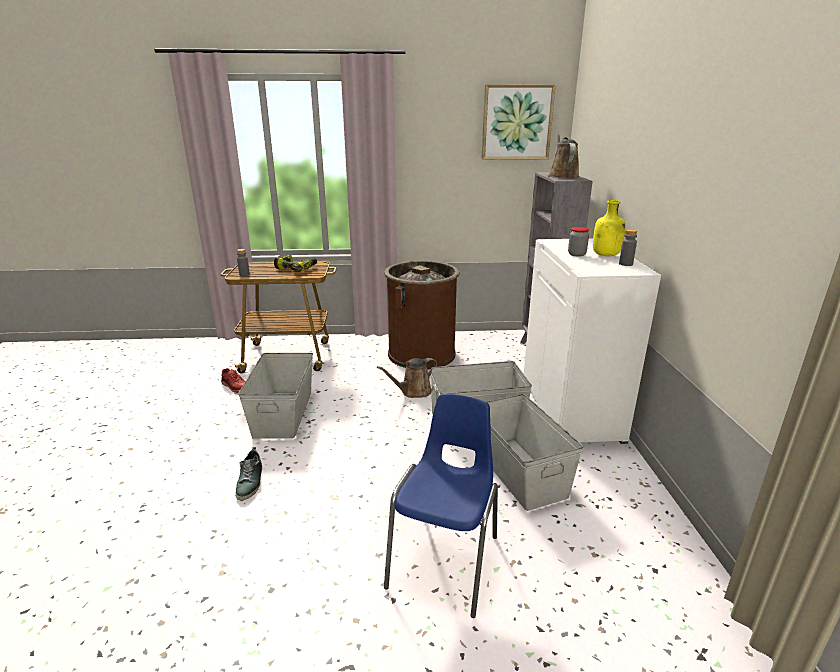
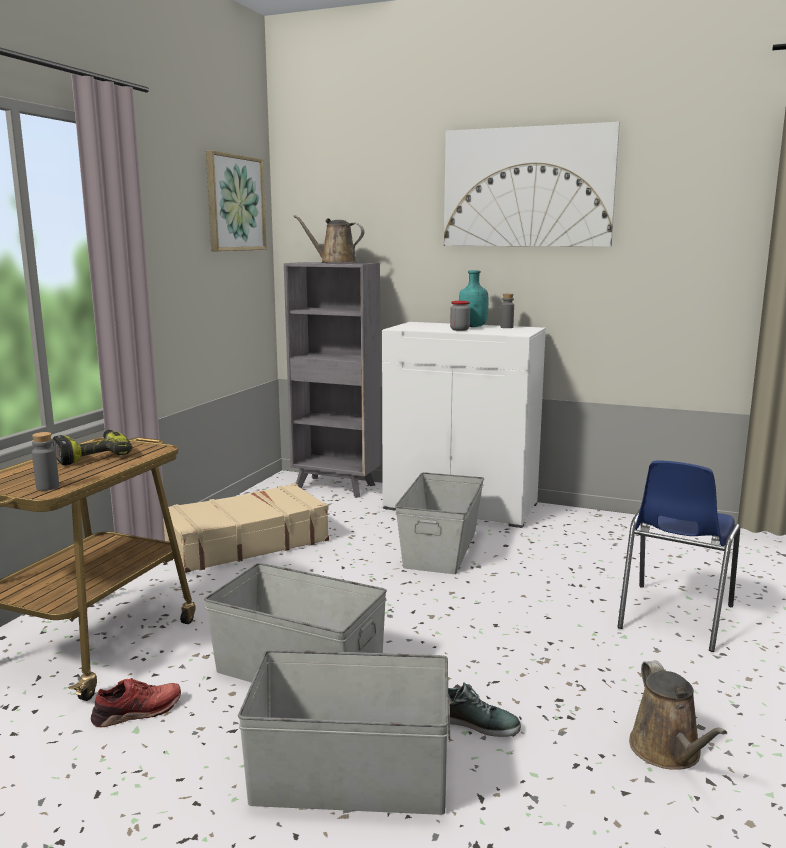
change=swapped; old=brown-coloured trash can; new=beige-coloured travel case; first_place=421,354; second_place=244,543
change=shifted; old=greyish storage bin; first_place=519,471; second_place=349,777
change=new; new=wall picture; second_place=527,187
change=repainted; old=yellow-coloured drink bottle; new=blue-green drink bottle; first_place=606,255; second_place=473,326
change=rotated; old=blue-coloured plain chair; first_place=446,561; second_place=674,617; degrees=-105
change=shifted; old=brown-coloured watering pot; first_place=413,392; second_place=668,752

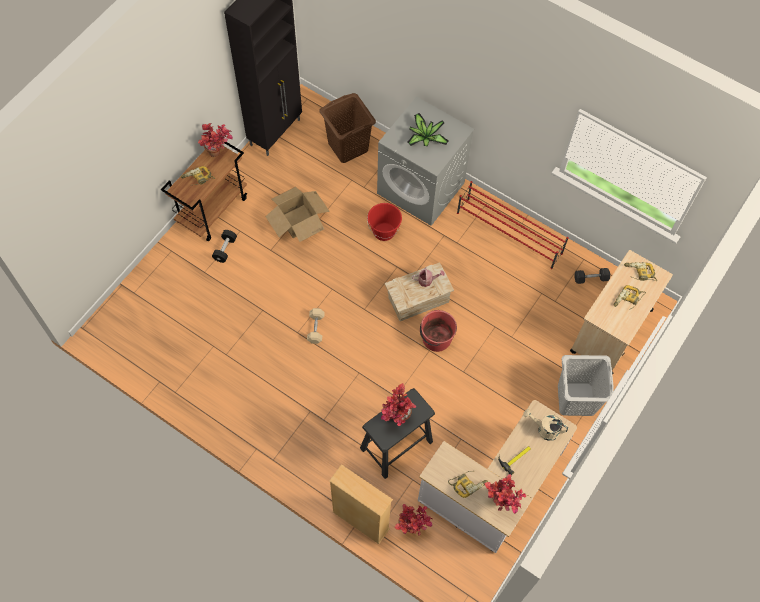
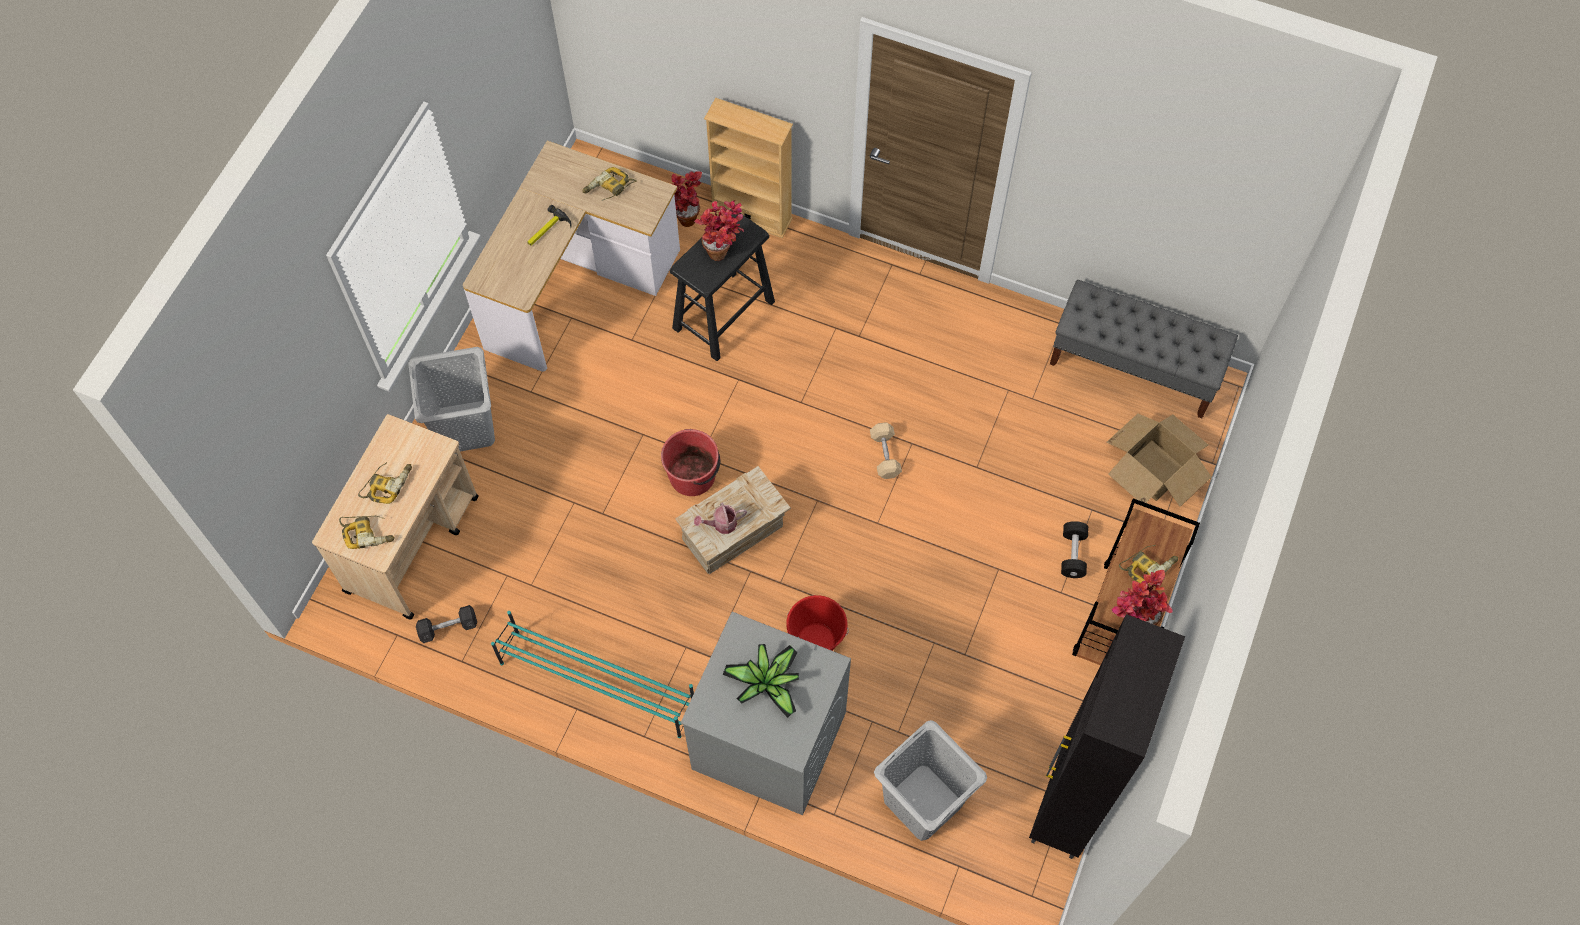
change=repainted; old=red shoe rack; new=blue-green shoe rack; first_place=509,233; second_place=596,683
change=repainted; old=brown-coloured washing basket; new=greyish washing basket; first_place=348,146; second_place=923,802
change=new; new=greyish bench; second_place=1134,367
change=shifted; old=carton; first_place=298,221; second_place=1153,470
change=gone; old=plant in a pot; first_place=501,503
change=gone; old=beige-coloured watering pot; first_place=544,429

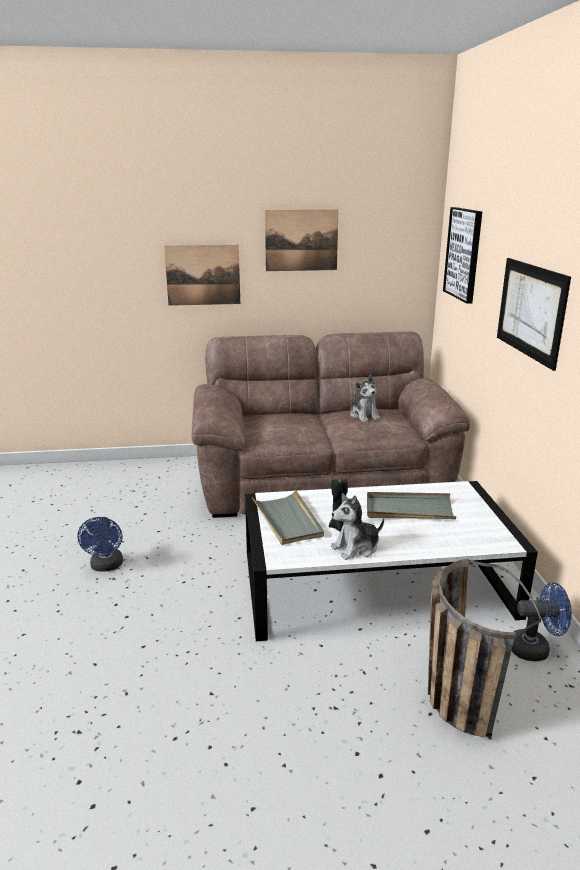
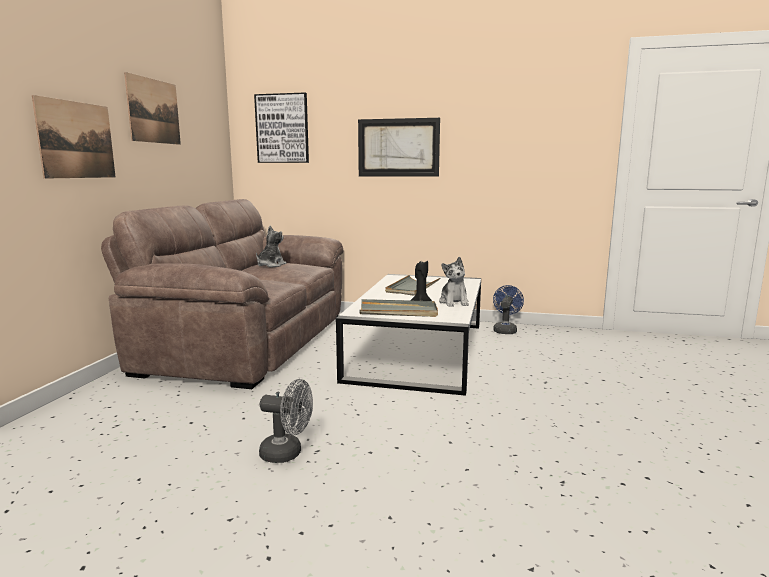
change=rotated; old=soft toy; first_place=364,416; second_place=270,265; degrees=-60
change=repainted; old=blue-coloured cooling fan; new=greyish cooling fan; first_place=106,566; second_place=287,453
change=gone; old=storage basket; first_place=455,690

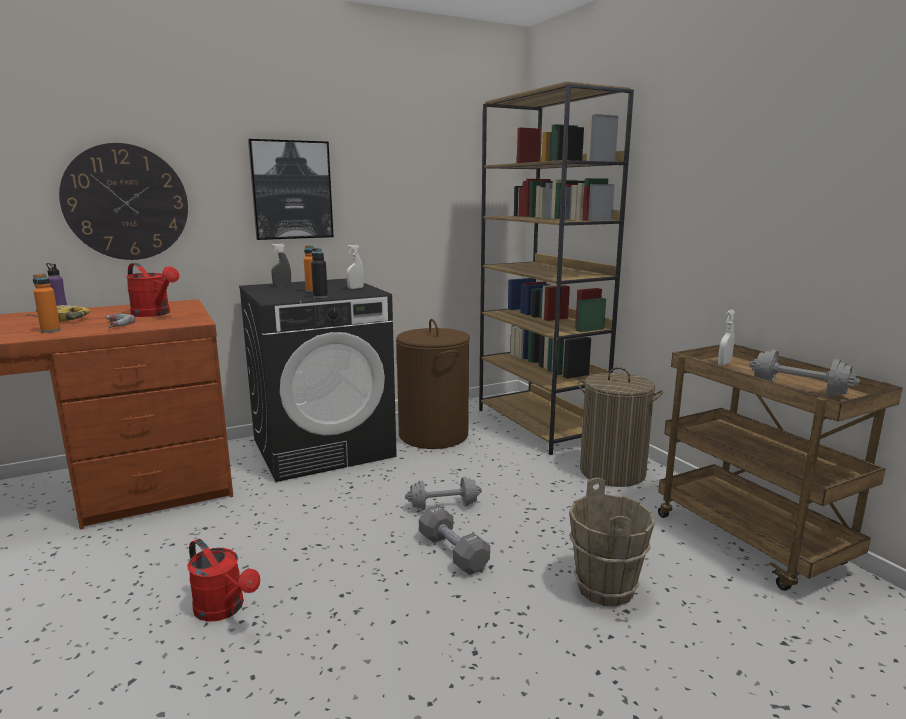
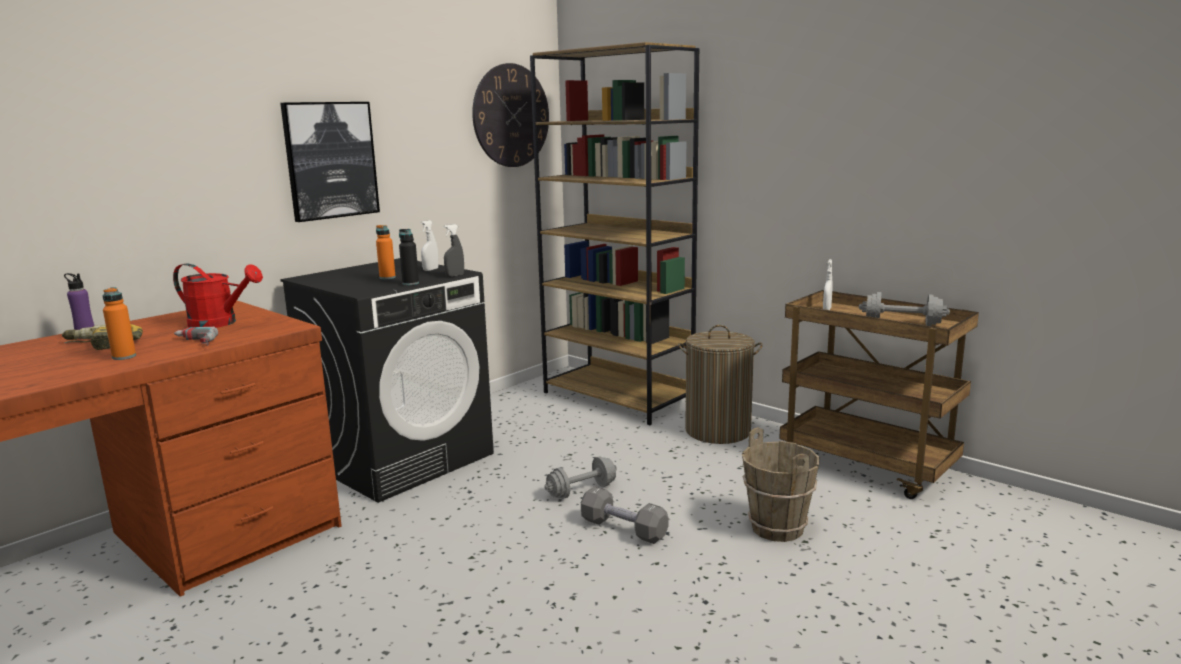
change=shifted; old=greyish sprayer; first_place=282,286; second_place=455,275
change=shifted; old=wall clock; first_place=126,202; second_place=511,116
change=gone; old=red watering pot; first_place=224,609
change=gone; old=brown-coloured washing basket; first_place=434,435

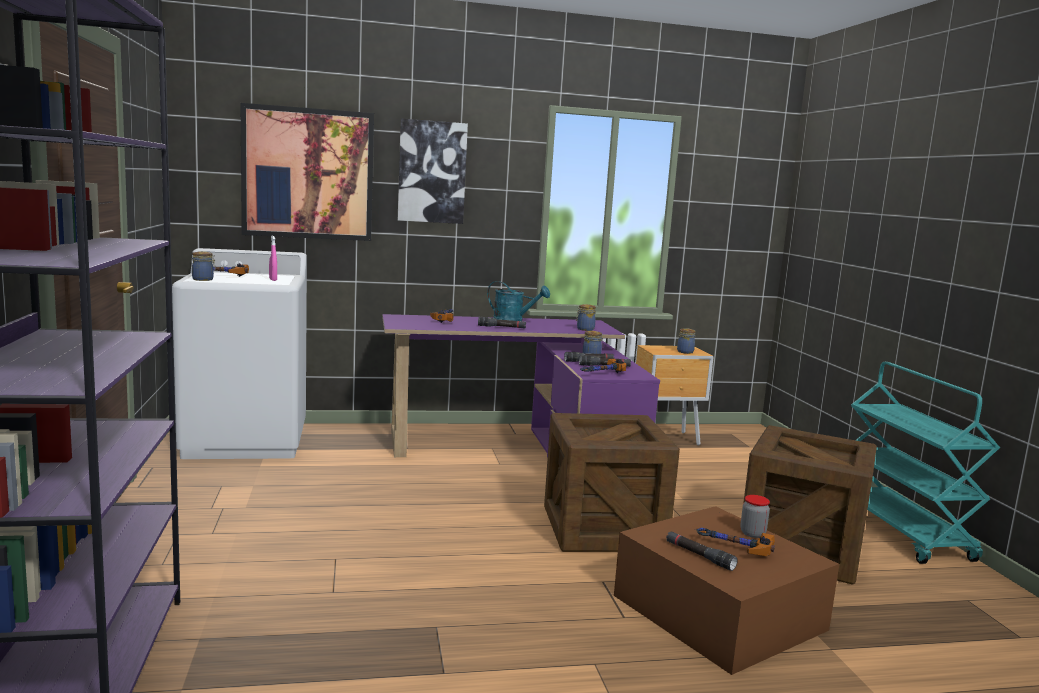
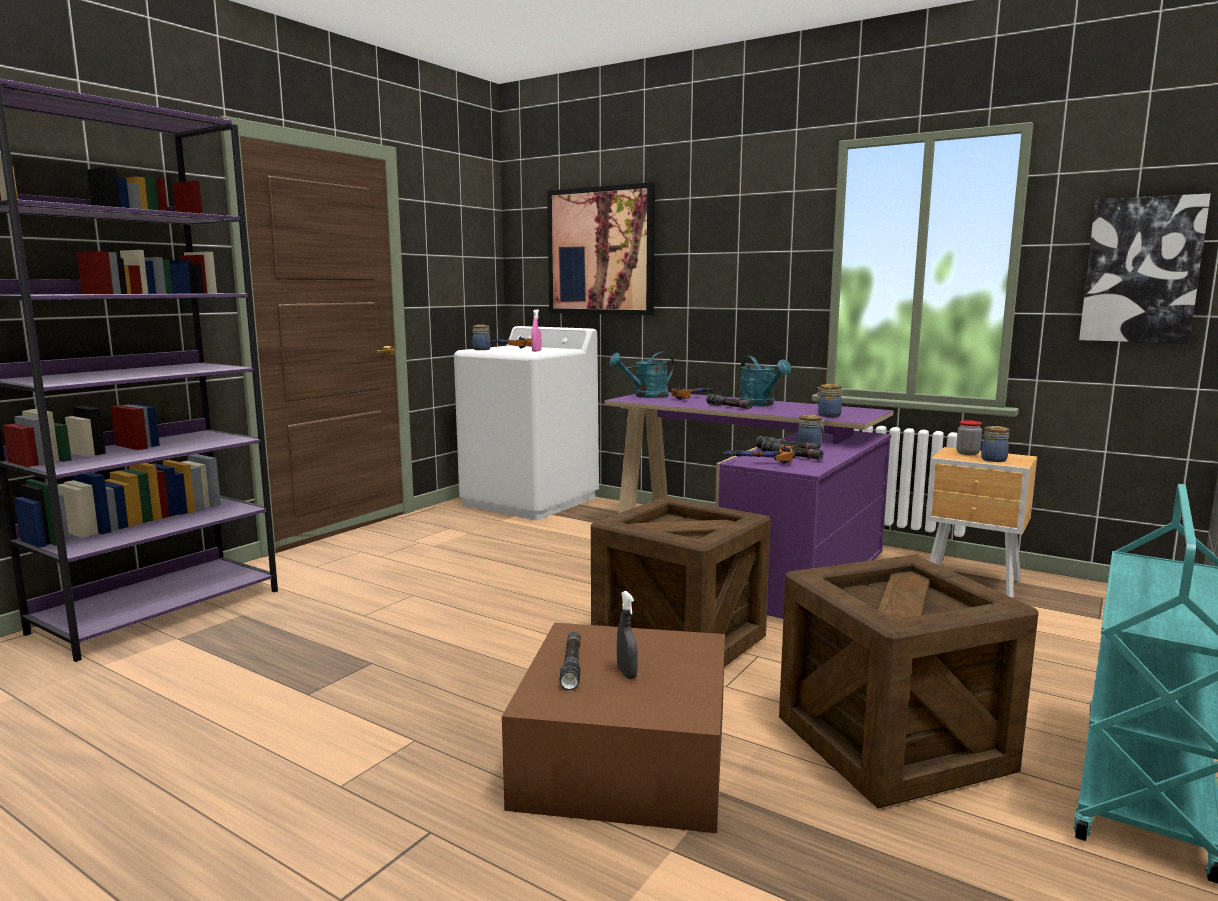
change=new; new=blue-green watering pot; second_place=646,396
change=swapped; old=tool hammer; new=greyish sprayer; first_place=732,548; second_place=626,673
change=shifted; old=preserve jar; first_place=752,533; second_place=967,453
change=shifted; old=wall picture; first_place=432,172; second_place=1141,270

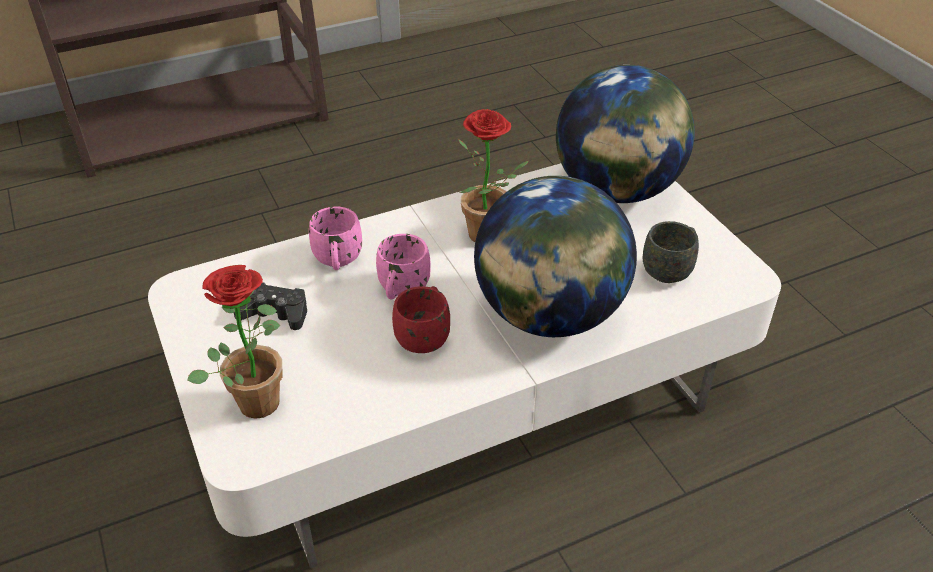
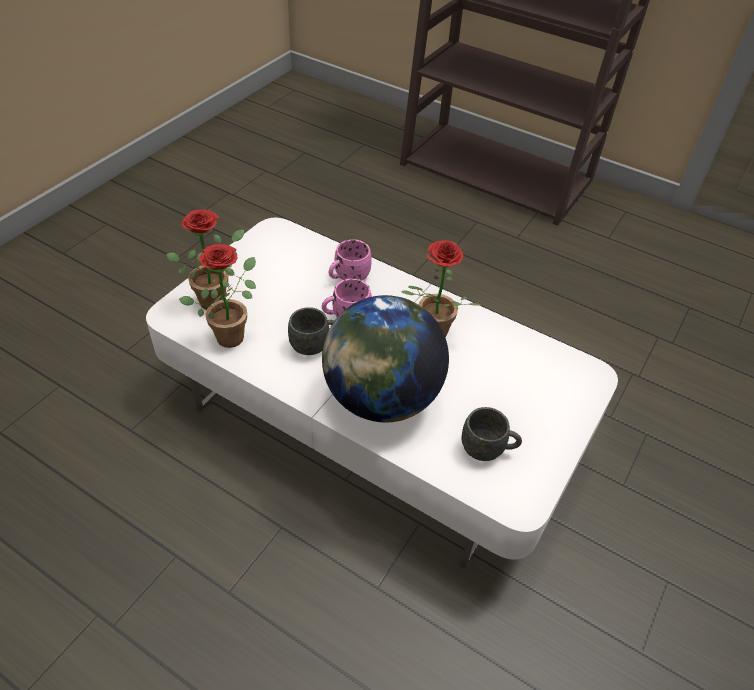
change=new; new=plant in a pot; second_place=232,333
change=repainted; old=red coffee mug; new=greyish coffee mug; first_place=425,335; second_place=315,345
change=gone; old=black-coloured game controller; first_place=275,313
change=gone; old=desk globe; first_place=617,190

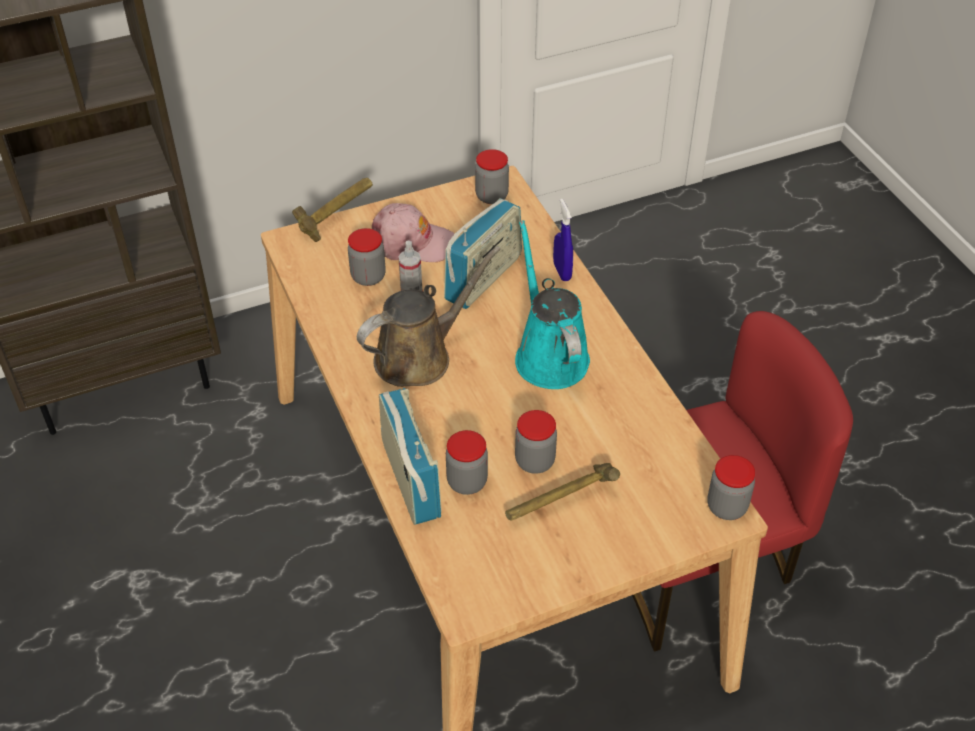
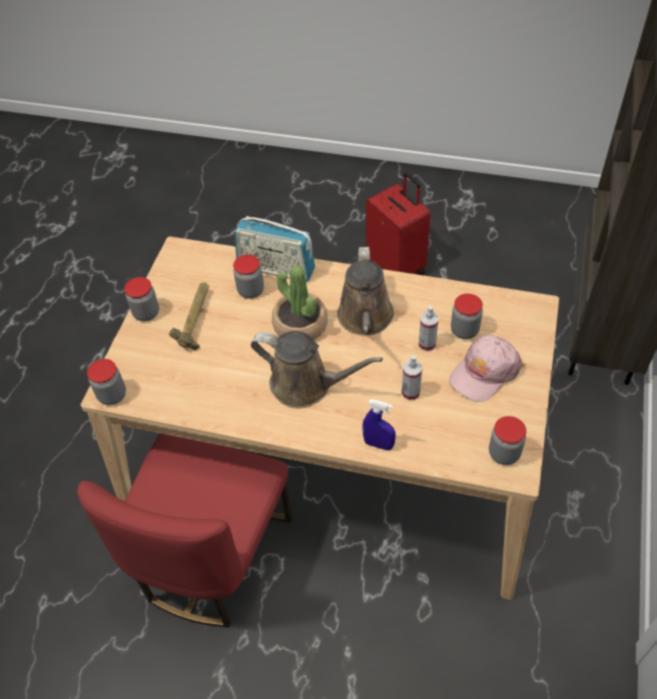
change=shifted; old=preserve jar; first_place=535,461; second_place=146,313
change=repainted; old=blue-green watering pot; new=brown-coloured watering pot; first_place=549,355; second_place=306,385
change=new; new=plant in a pot; second_place=300,325
change=new; new=red travel case; second_place=397,267
change=swapped; old=radio receiver; new=sprayer; first_place=483,278; second_place=410,392
change=gone; old=tool hammer; first_place=337,216

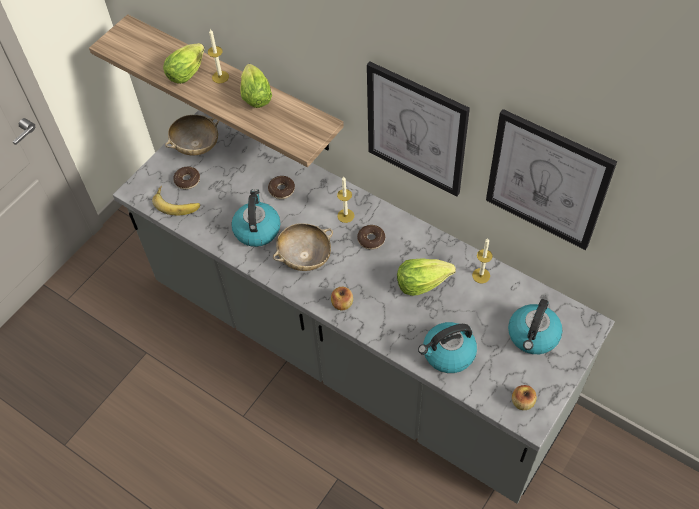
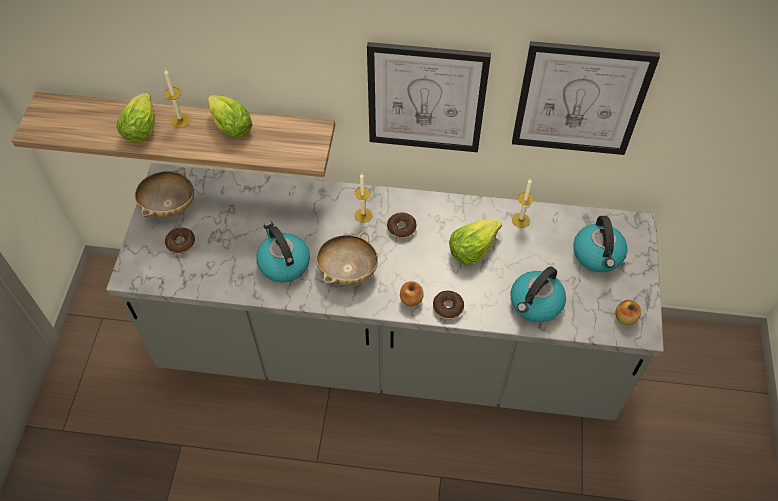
change=shifted; old=donut; first_place=281,190; second_place=448,307
change=gone; old=banana fruit; first_place=177,202

